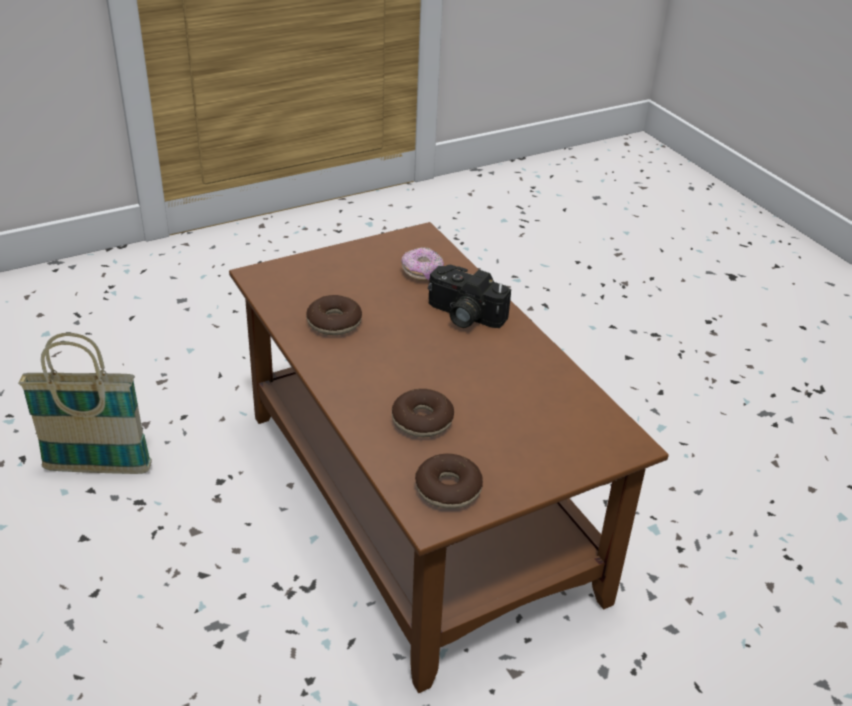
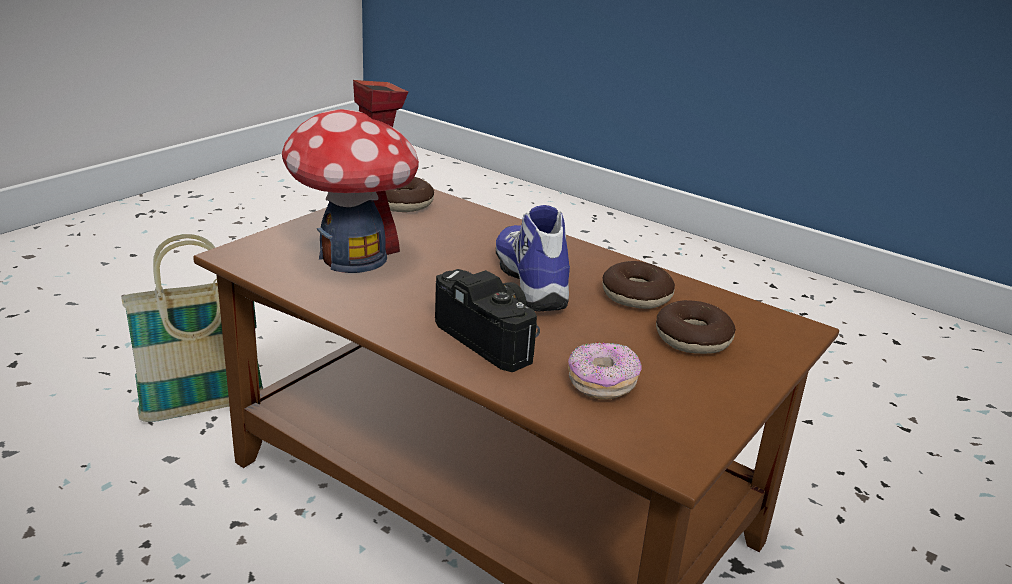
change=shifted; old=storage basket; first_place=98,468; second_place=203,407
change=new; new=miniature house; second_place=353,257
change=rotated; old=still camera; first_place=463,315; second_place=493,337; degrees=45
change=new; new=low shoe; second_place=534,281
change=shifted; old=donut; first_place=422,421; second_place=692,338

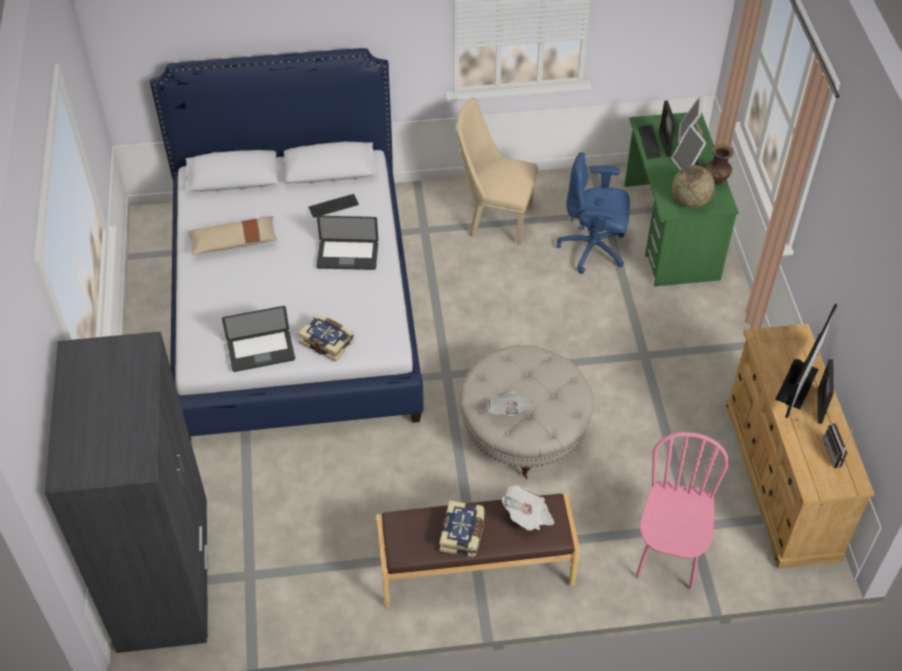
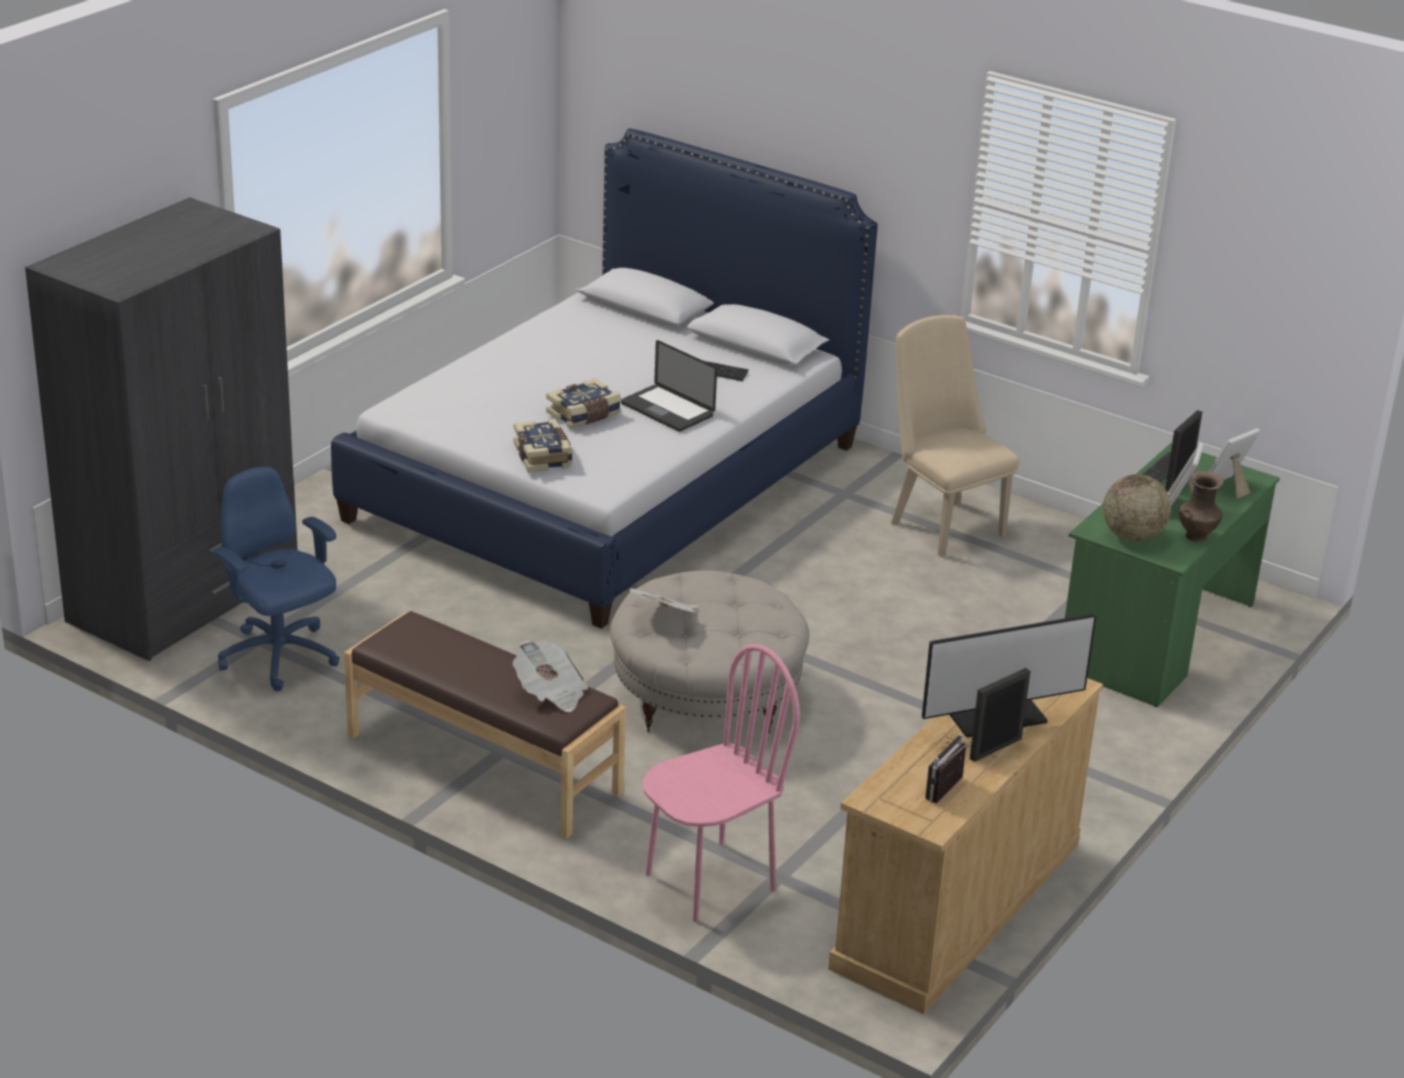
change=shifted; old=blue-coloured desk chair; first_place=593,249; second_place=279,658
change=shifted; old=book; first_place=463,534; second_place=584,415
change=gone; old=beige-coloured throw pillow; first_place=234,242
change=gone; old=notebook computer; first_place=261,352

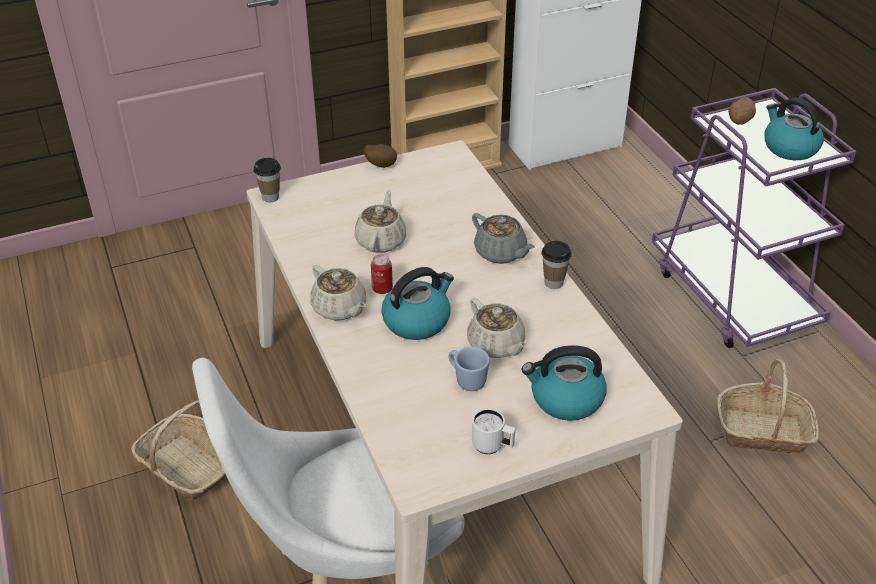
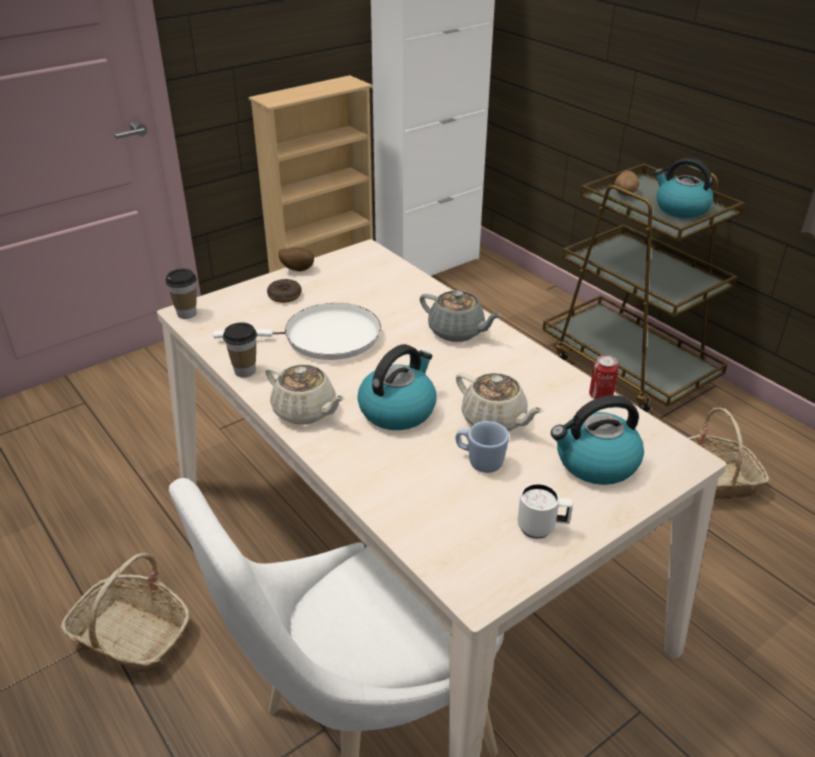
change=swapped; old=beige-coloured teapot; new=whitish frying pan; first_place=381,240; second_place=325,338
change=shifted; old=drinking cup; first_place=553,283; second_place=244,371
change=new; new=donut; second_place=284,296
change=repainted; old=purple wheeled cart; new=brown-coloured wheeled cart; first_place=732,295; second_place=628,366
change=shifted; old=sealed can; first_place=382,288; second_place=600,396

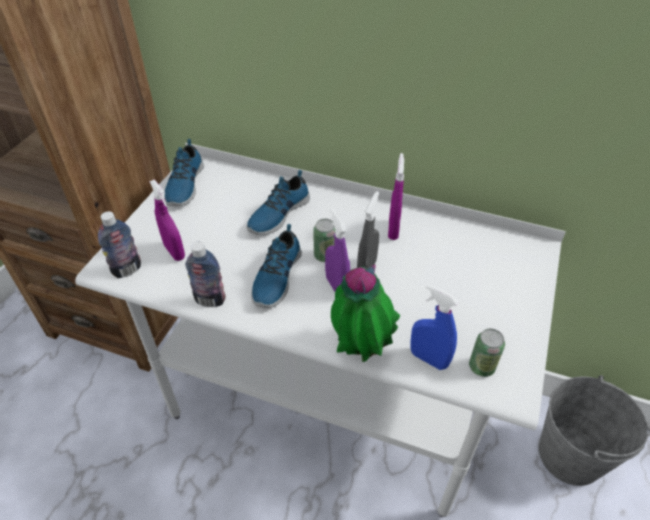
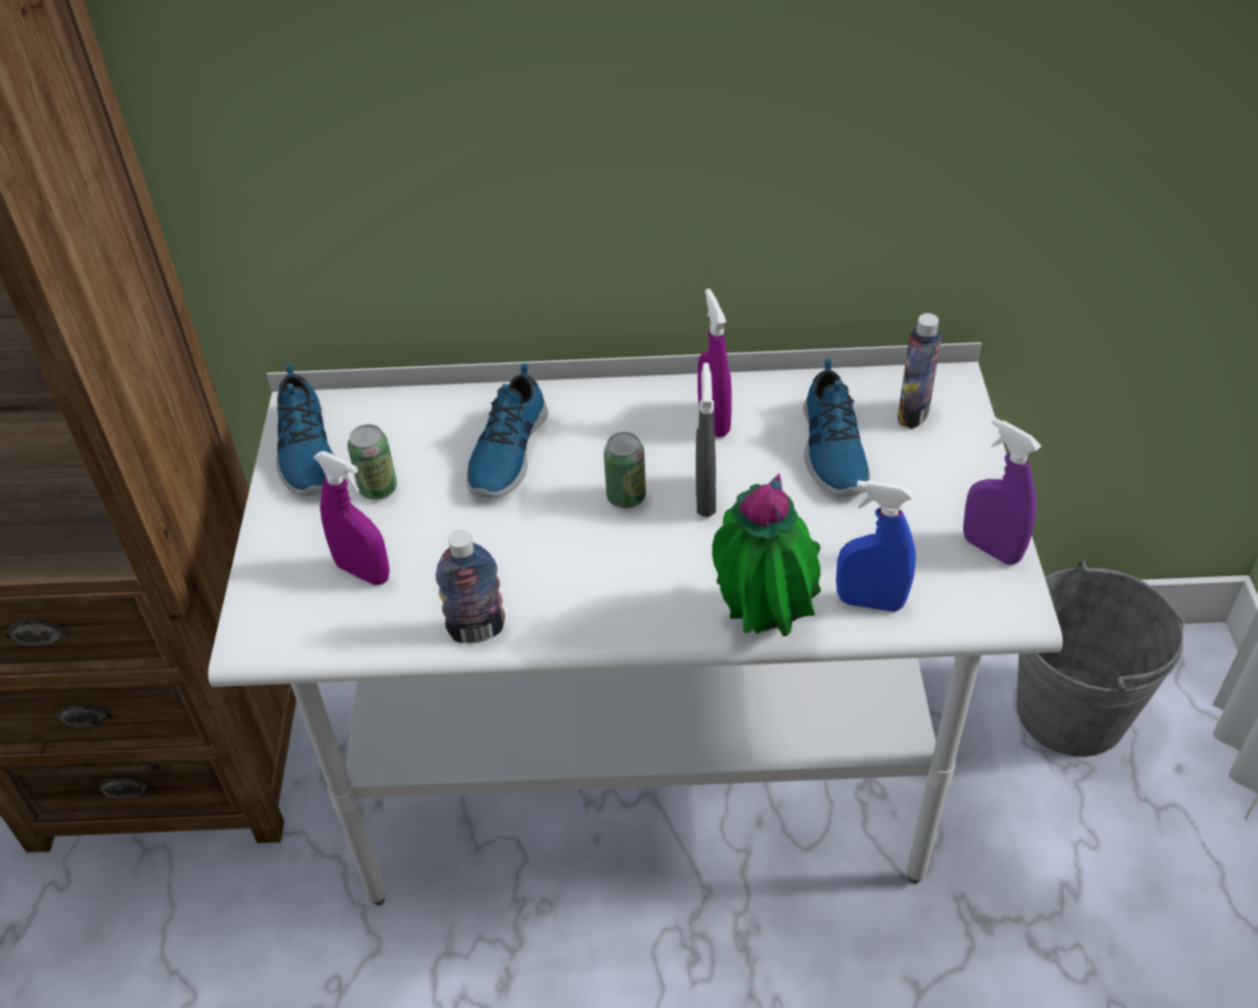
change=shifted; old=sealed can; first_place=481,367; second_place=378,488
change=shifted; old=low shoe; first_place=276,277; second_place=831,449
change=shifted; old=drink bottle; first_place=127,270; second_place=913,414
change=shifted; old=purple sprayer; first_place=337,286; second_place=991,549

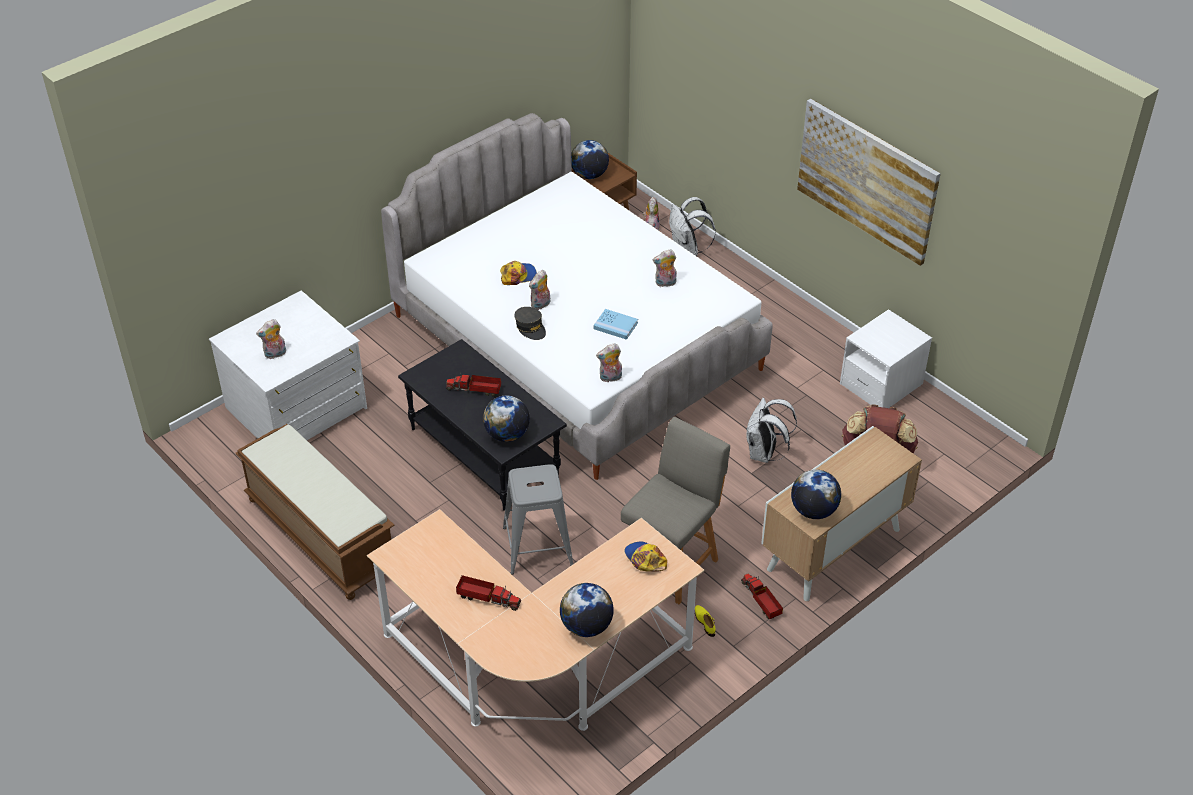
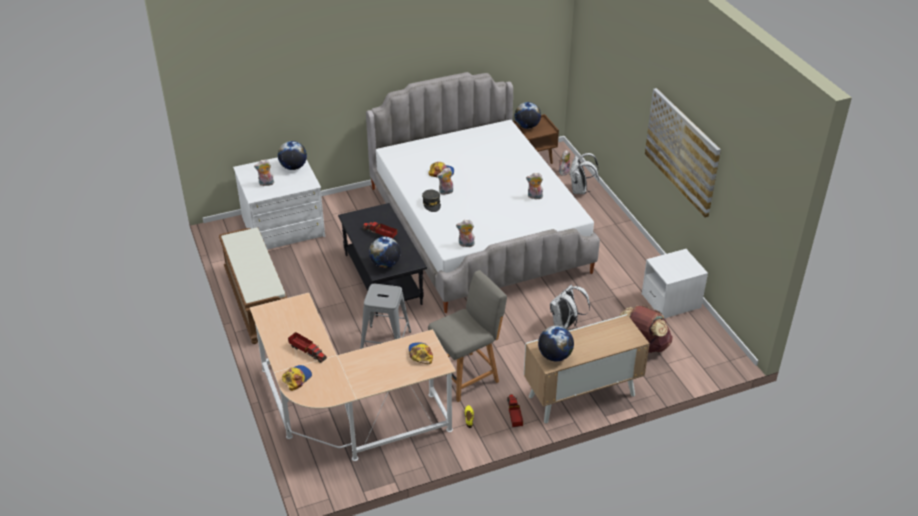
change=shifted; old=desk globe; first_place=586,626; second_place=293,167
change=new; new=peaked cap; second_place=296,378
change=gone; old=blue-coloured book; first_place=615,325

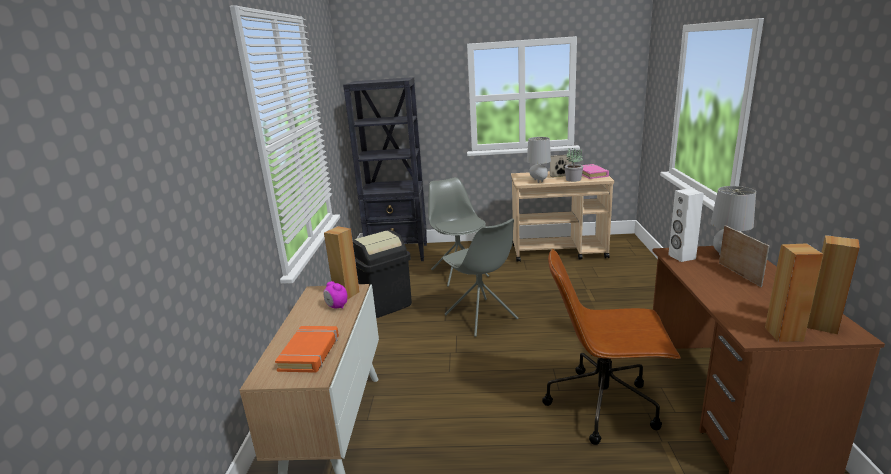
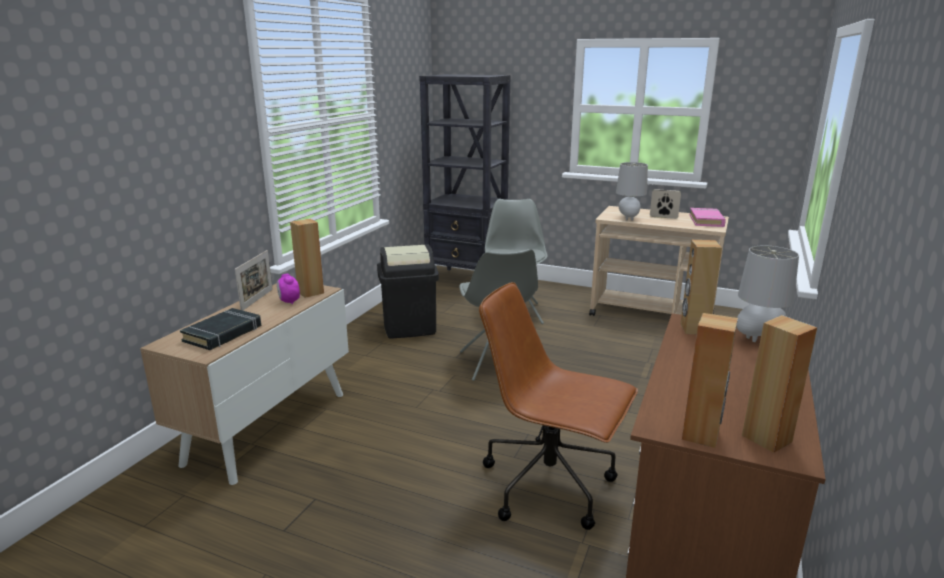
change=repainted; old=orange-coloured book; new=black-coloured book; first_place=310,353; second_place=223,334
change=shifted; old=photo frame; first_place=739,274; second_place=257,300
change=repainted; old=whitish speaker; new=brown-coloured speaker; first_place=681,257; second_place=693,329
change=gone; old=plant in a pot; first_place=573,179

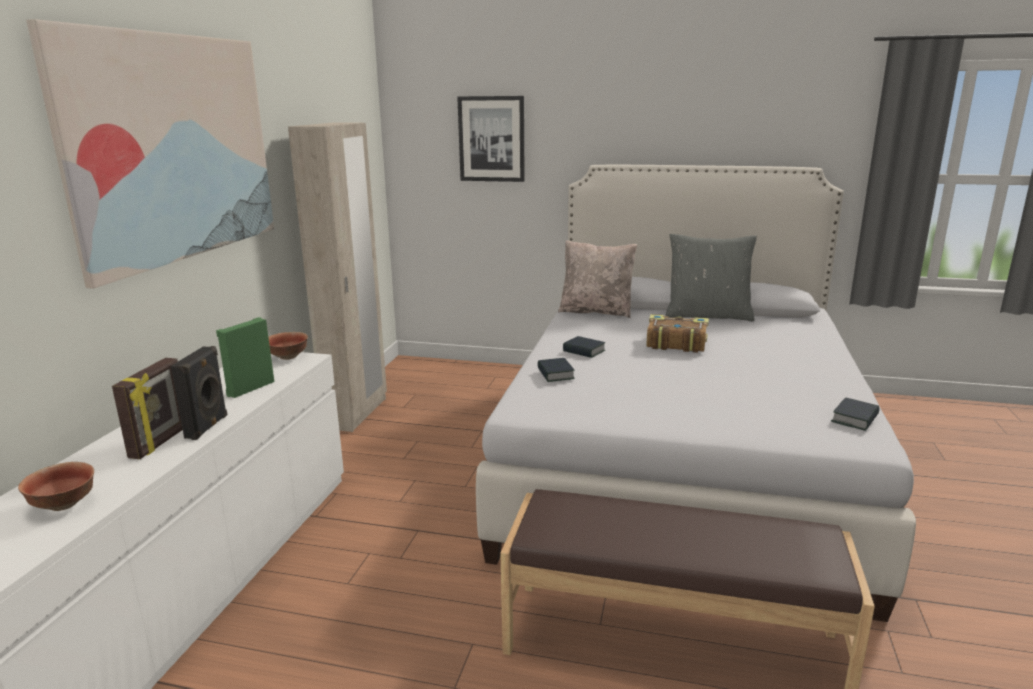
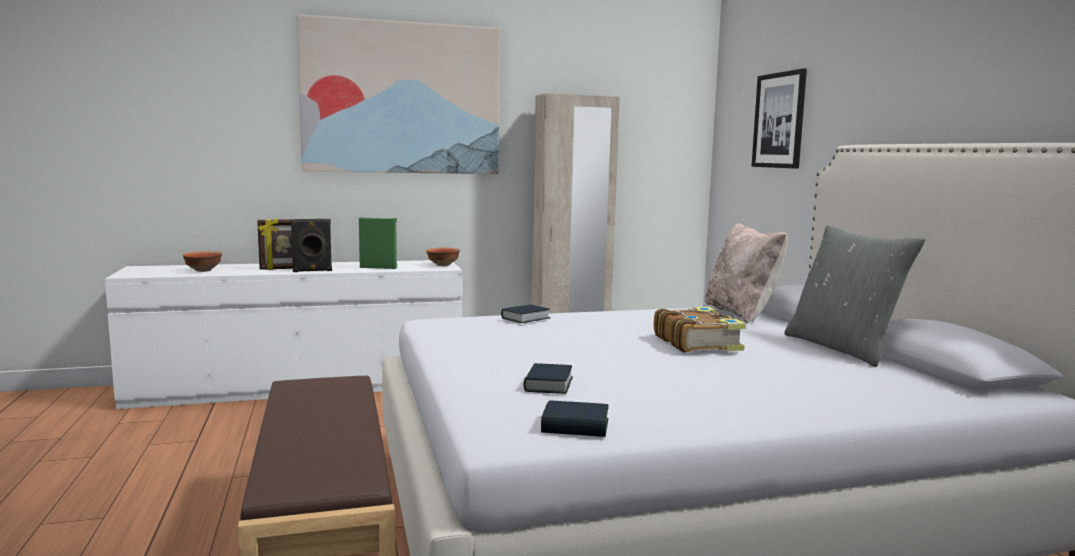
change=shifted; old=book; first_place=584,351; second_place=548,385

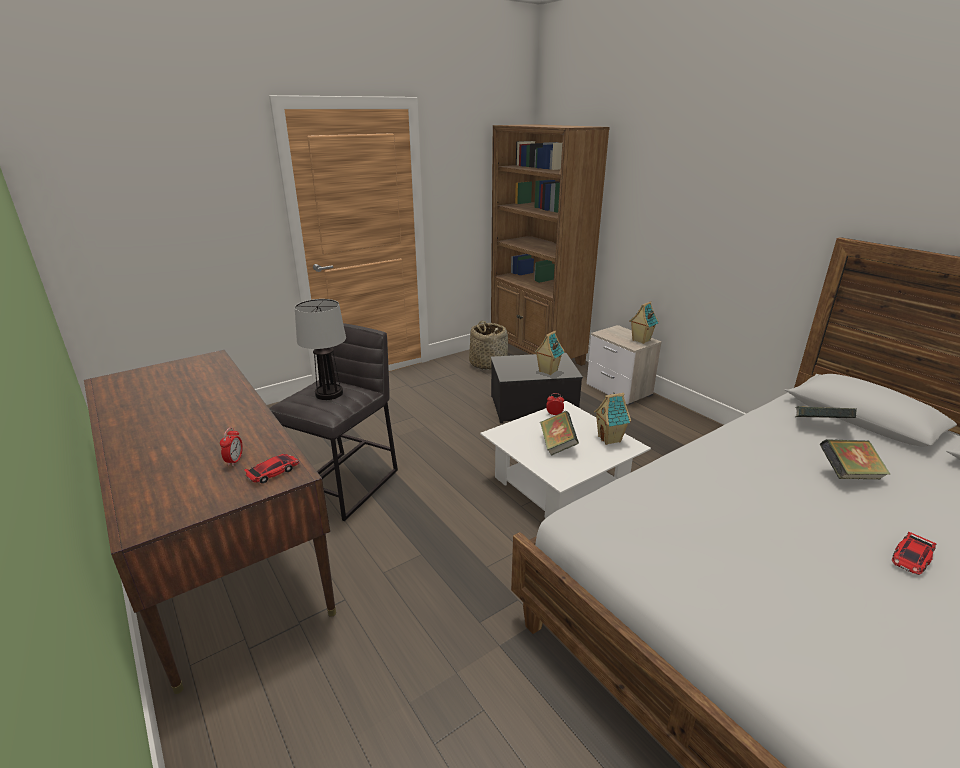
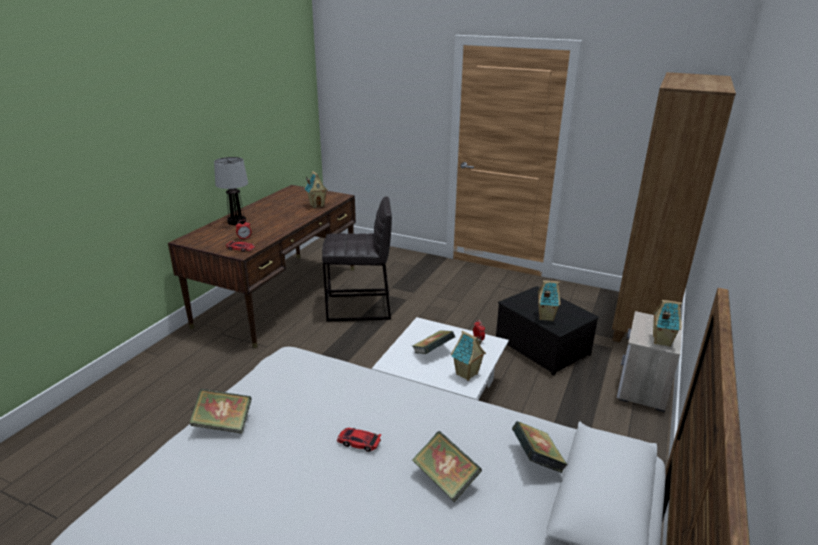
change=new; new=book; second_place=223,424
change=shifted; old=lamp for a table; first_place=328,393; second_place=237,221
change=new; new=miniature house; second_place=317,205
change=shifted; old=miniature car; first_place=911,558; second_place=358,442
change=gone; old=storage basket; first_place=488,364

